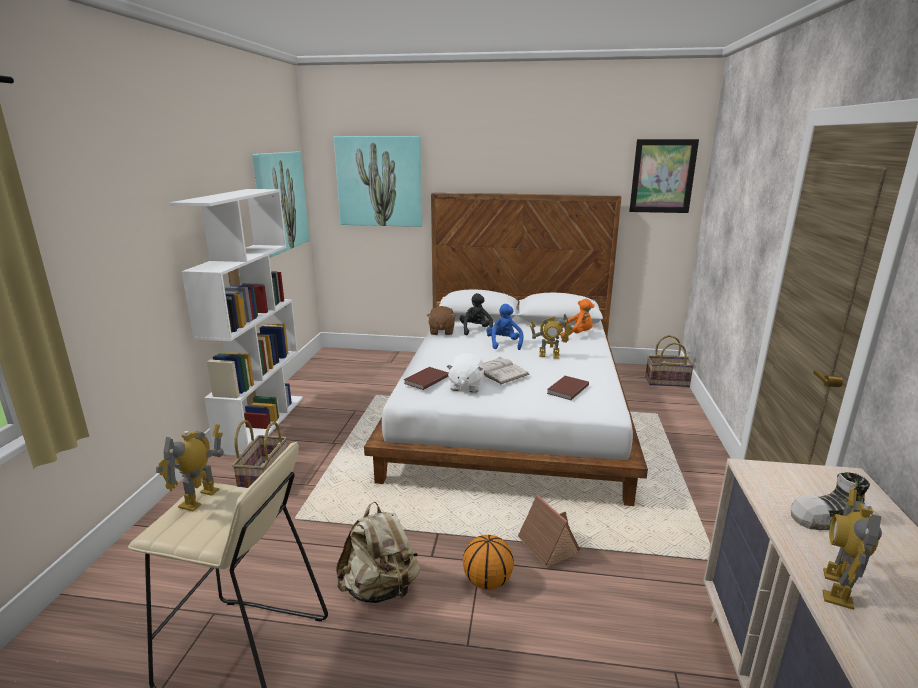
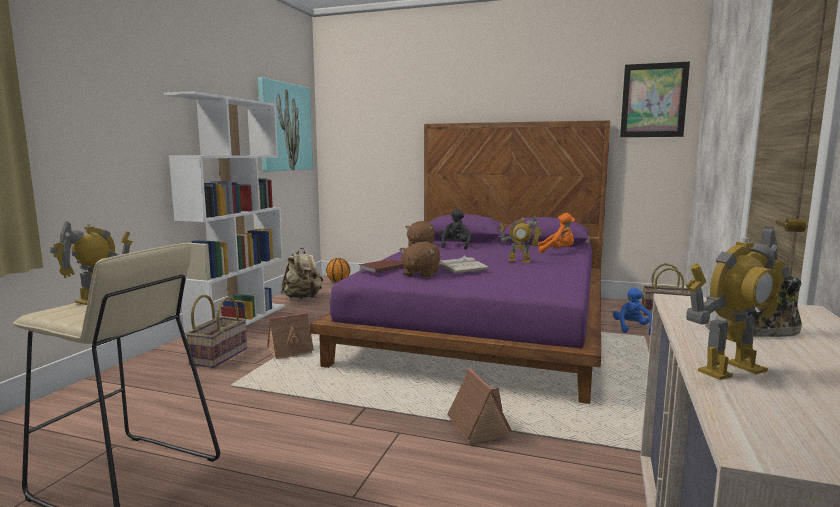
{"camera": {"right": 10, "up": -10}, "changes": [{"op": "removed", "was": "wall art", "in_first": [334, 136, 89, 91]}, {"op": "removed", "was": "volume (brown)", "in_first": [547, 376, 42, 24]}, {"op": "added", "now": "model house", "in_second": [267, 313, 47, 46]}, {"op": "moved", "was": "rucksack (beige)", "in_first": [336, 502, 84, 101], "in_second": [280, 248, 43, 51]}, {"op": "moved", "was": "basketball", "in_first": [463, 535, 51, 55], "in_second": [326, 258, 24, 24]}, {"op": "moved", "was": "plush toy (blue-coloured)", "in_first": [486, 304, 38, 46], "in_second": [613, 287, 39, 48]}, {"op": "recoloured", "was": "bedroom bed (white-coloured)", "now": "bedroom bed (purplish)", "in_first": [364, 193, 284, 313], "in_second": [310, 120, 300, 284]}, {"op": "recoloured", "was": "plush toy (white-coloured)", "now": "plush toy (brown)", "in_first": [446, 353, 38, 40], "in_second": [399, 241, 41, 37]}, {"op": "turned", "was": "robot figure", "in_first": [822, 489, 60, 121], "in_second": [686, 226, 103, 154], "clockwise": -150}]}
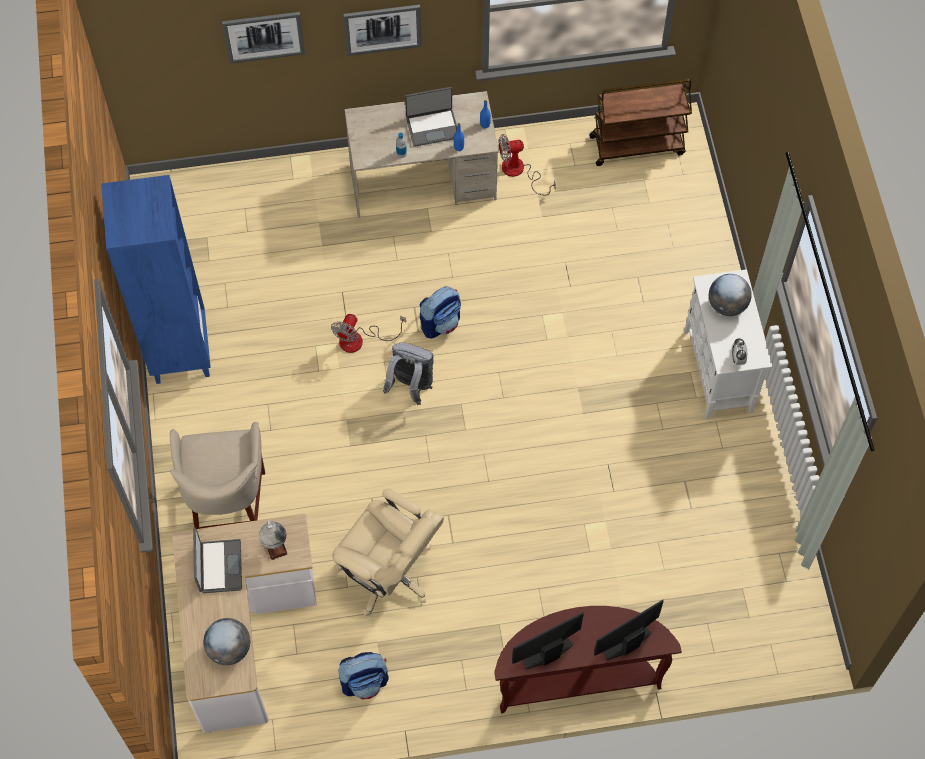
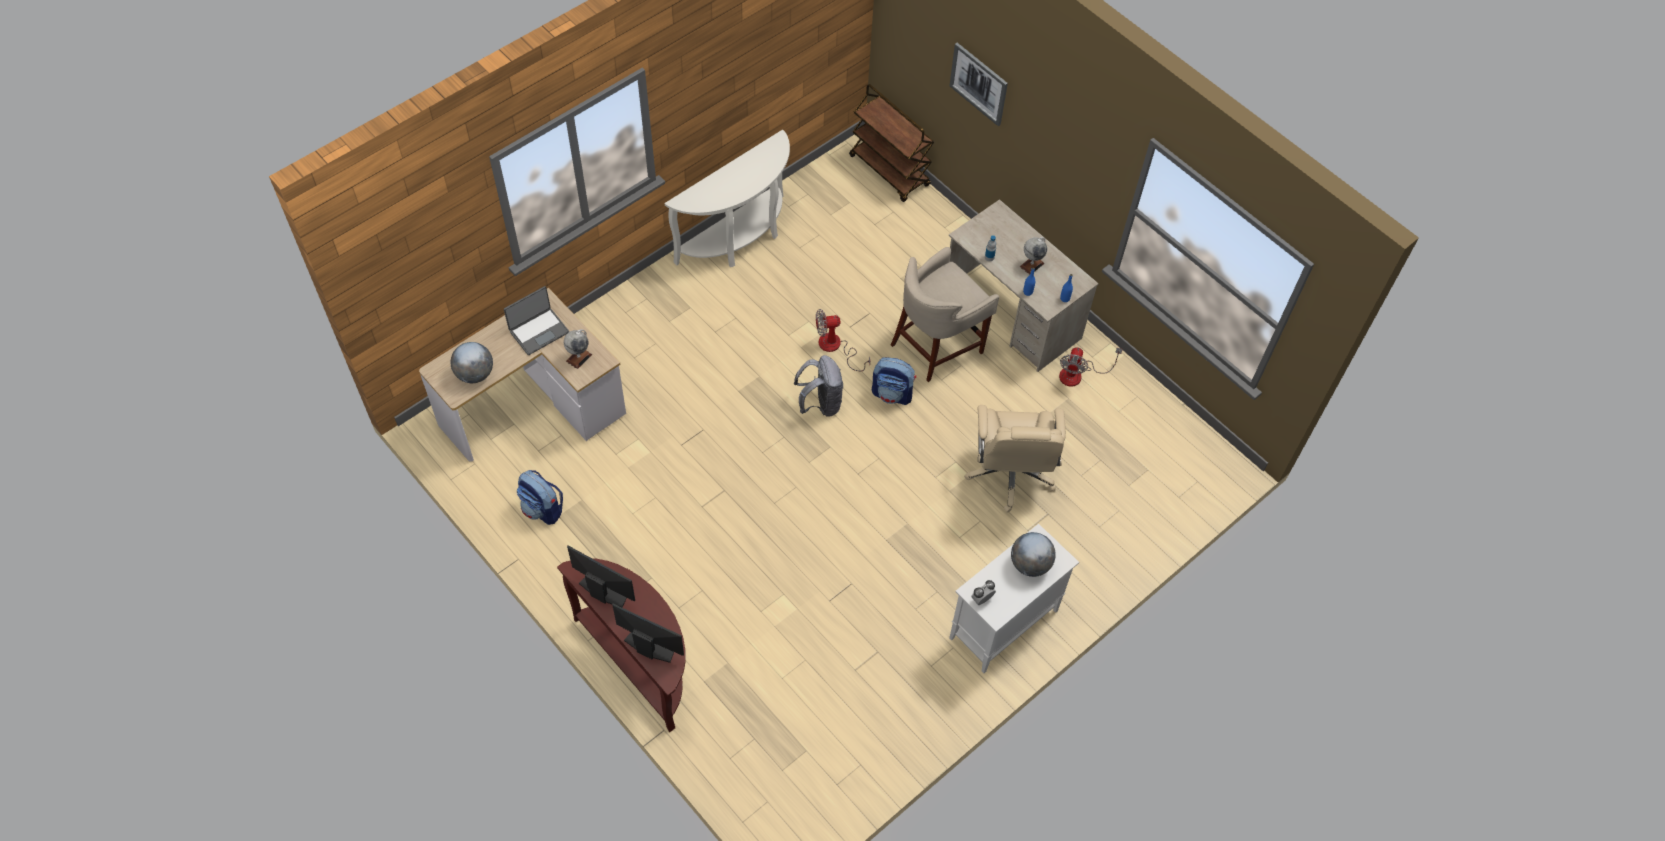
{"camera": {"right": 55, "up": -5}, "changes": [{"op": "removed", "was": "wall art", "in_first": [343, 5, 79, 51]}, {"op": "moved", "was": "stool seat (beige)", "in_first": [170, 422, 95, 107], "in_second": [891, 247, 108, 135]}, {"op": "moved", "was": "computer chair (beige)", "in_first": [333, 488, 111, 128], "in_second": [964, 405, 102, 108]}, {"op": "moved", "was": "trolley (brown)", "in_first": [590, 79, 102, 87], "in_second": [849, 84, 85, 118]}, {"op": "replaced", "was": "bookcase (blue-coloured)", "now": "narrow table (white-coloured)", "in_first": [101, 175, 110, 209], "in_second": [665, 130, 125, 137]}, {"op": "replaced", "was": "laptop", "now": "world globe", "in_first": [405, 87, 52, 60], "in_second": [1020, 237, 27, 37]}, {"op": "turned", "was": "electric fan", "in_first": [498, 134, 58, 61], "in_second": [1059, 347, 64, 40], "clockwise": -120}]}
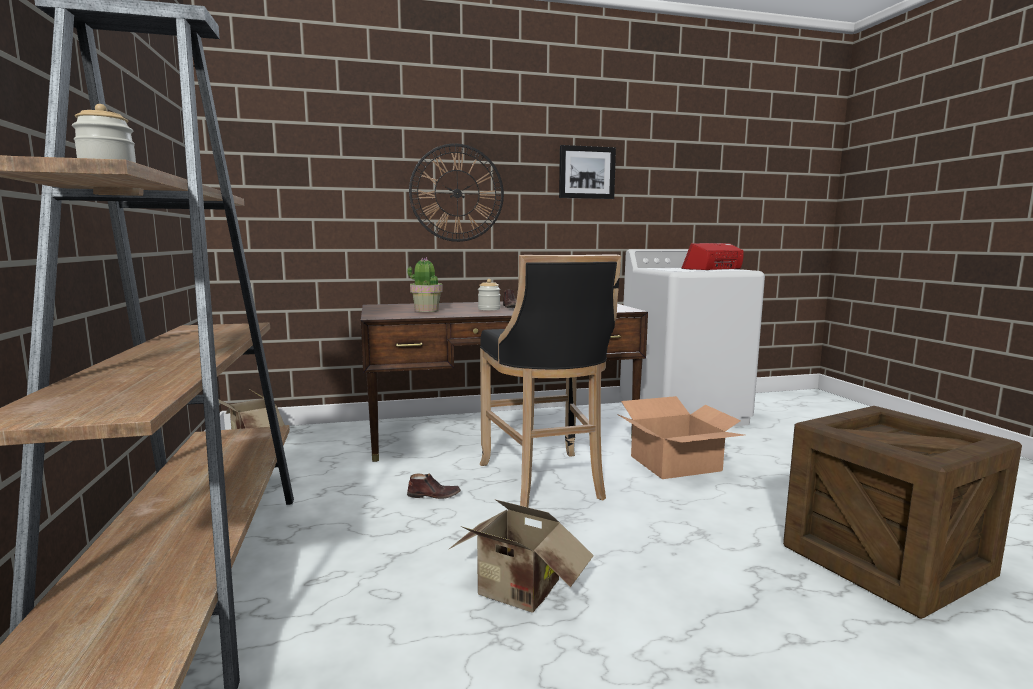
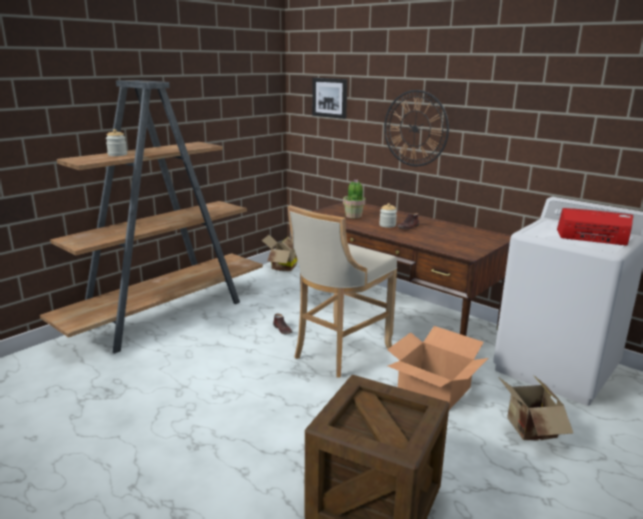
{"camera": {"right": 55, "up": 10}, "changes": [{"op": "moved", "was": "carton", "in_first": [448, 499, 146, 114], "in_second": [498, 374, 75, 66]}, {"op": "moved", "was": "wall art", "in_first": [559, 145, 57, 54], "in_second": [312, 78, 35, 41]}, {"op": "recoloured", "was": "stool seat (black)", "now": "stool seat (beige)", "in_first": [480, 255, 142, 252], "in_second": [287, 205, 110, 173]}]}
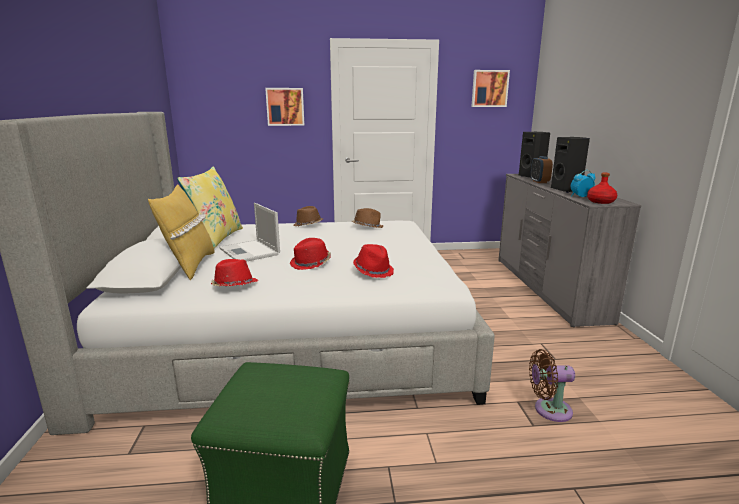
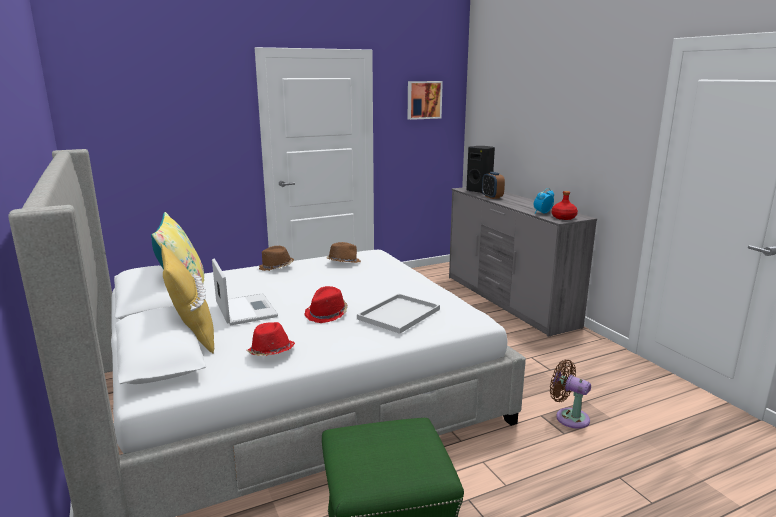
{"camera": {"right": -20, "up": 0}, "changes": [{"op": "removed", "was": "wall art", "in_first": [265, 88, 39, 38]}, {"op": "removed", "was": "loudspeaker (black)", "in_first": [551, 137, 39, 56]}, {"op": "replaced", "was": "hat (red)", "now": "serving tray (white-coloured)", "in_first": [353, 244, 41, 34], "in_second": [357, 293, 83, 41]}, {"op": "turned", "was": "laptop", "in_first": [219, 203, 61, 59], "in_second": [212, 258, 66, 68], "clockwise": -150}, {"op": "turned", "was": "electric fan (brown)", "in_first": [529, 349, 46, 73], "in_second": [550, 360, 41, 69], "clockwise": 60}]}
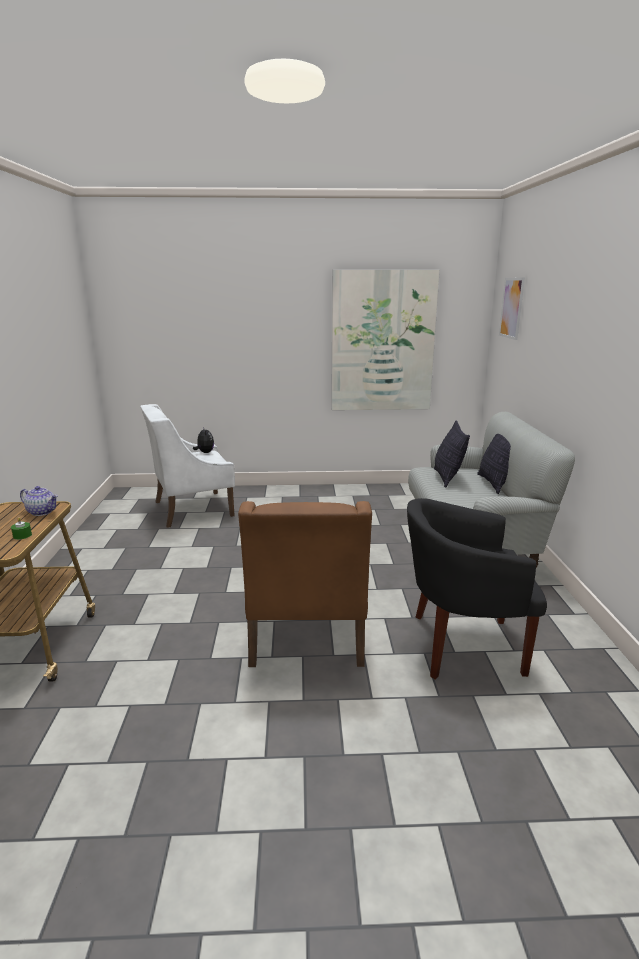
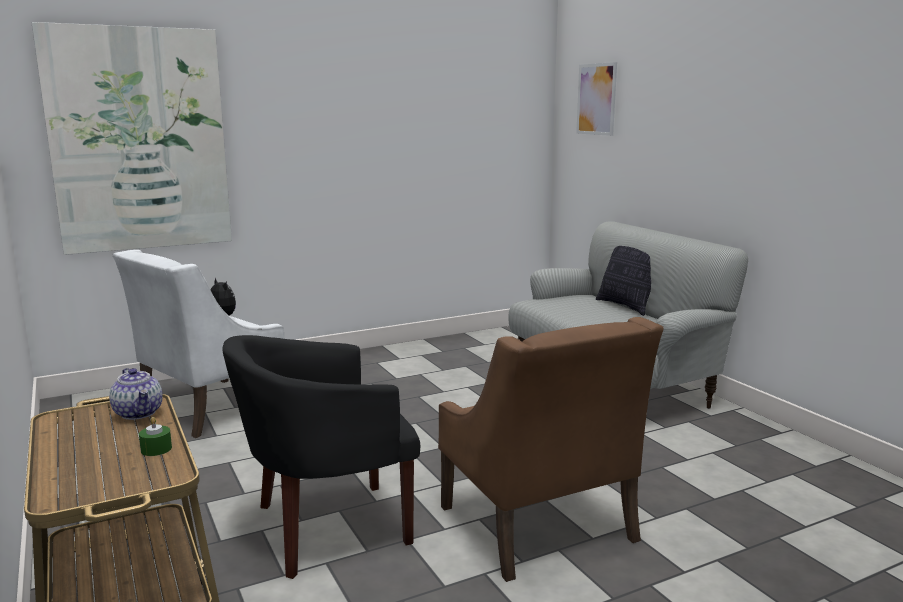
{"camera": {"right": -25, "up": -5}, "changes": [{"op": "removed", "was": "throw pillow", "in_first": [434, 420, 36, 68]}, {"op": "moved", "was": "wall art", "in_first": [331, 269, 109, 141], "in_second": [31, 22, 201, 233]}, {"op": "moved", "was": "armchair (black)", "in_first": [407, 498, 140, 181], "in_second": [223, 335, 197, 244]}, {"op": "turned", "was": "tea pot", "in_first": [20, 486, 38, 30], "in_second": [109, 368, 54, 52], "clockwise": 60}]}
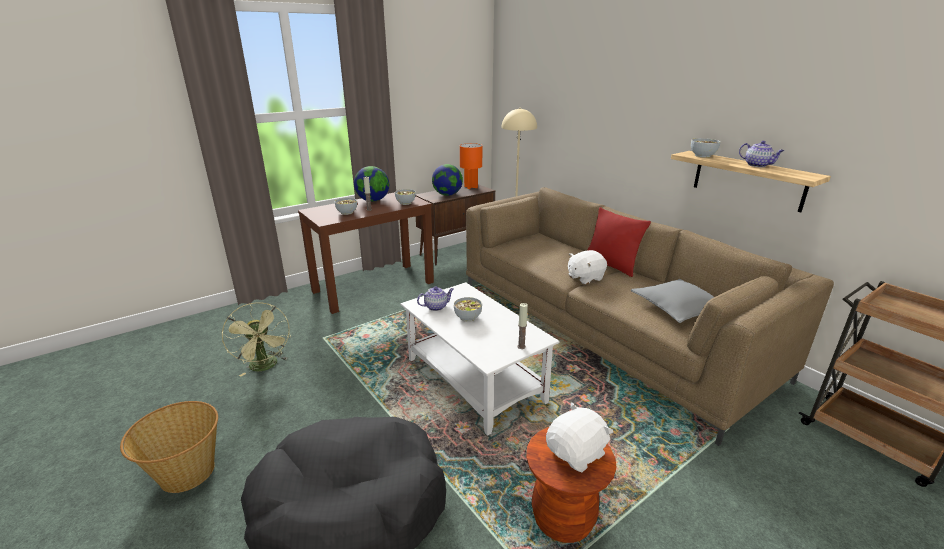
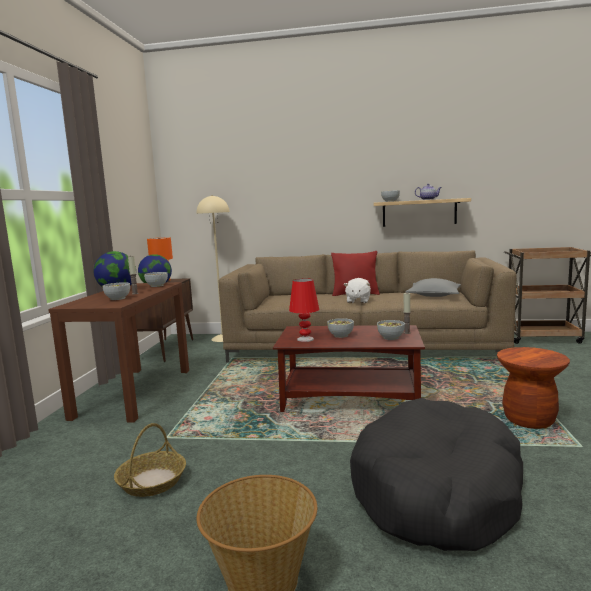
{"camera": {"right": -45, "up": -15}, "changes": [{"op": "removed", "was": "plush toy (white-coloured)", "in_first": [546, 403, 67, 69]}, {"op": "added", "now": "deep dish", "in_second": [377, 320, 28, 20]}, {"op": "replaced", "was": "electric fan (green-coloured)", "now": "storage basket", "in_first": [222, 302, 69, 75], "in_second": [114, 423, 72, 74]}, {"op": "replaced", "was": "tea pot", "now": "lamp for a table (red)", "in_first": [417, 287, 37, 24], "in_second": [289, 278, 30, 64]}, {"op": "recoloured", "was": "coffee table (white-coloured)", "now": "coffee table (brown)", "in_first": [400, 282, 160, 154], "in_second": [273, 325, 152, 87]}]}
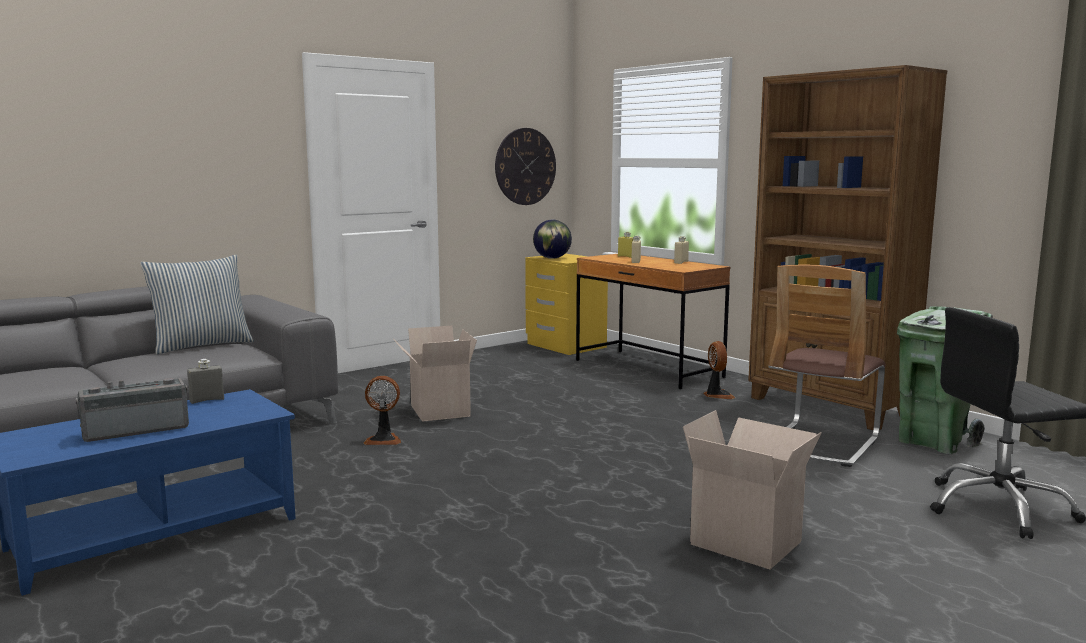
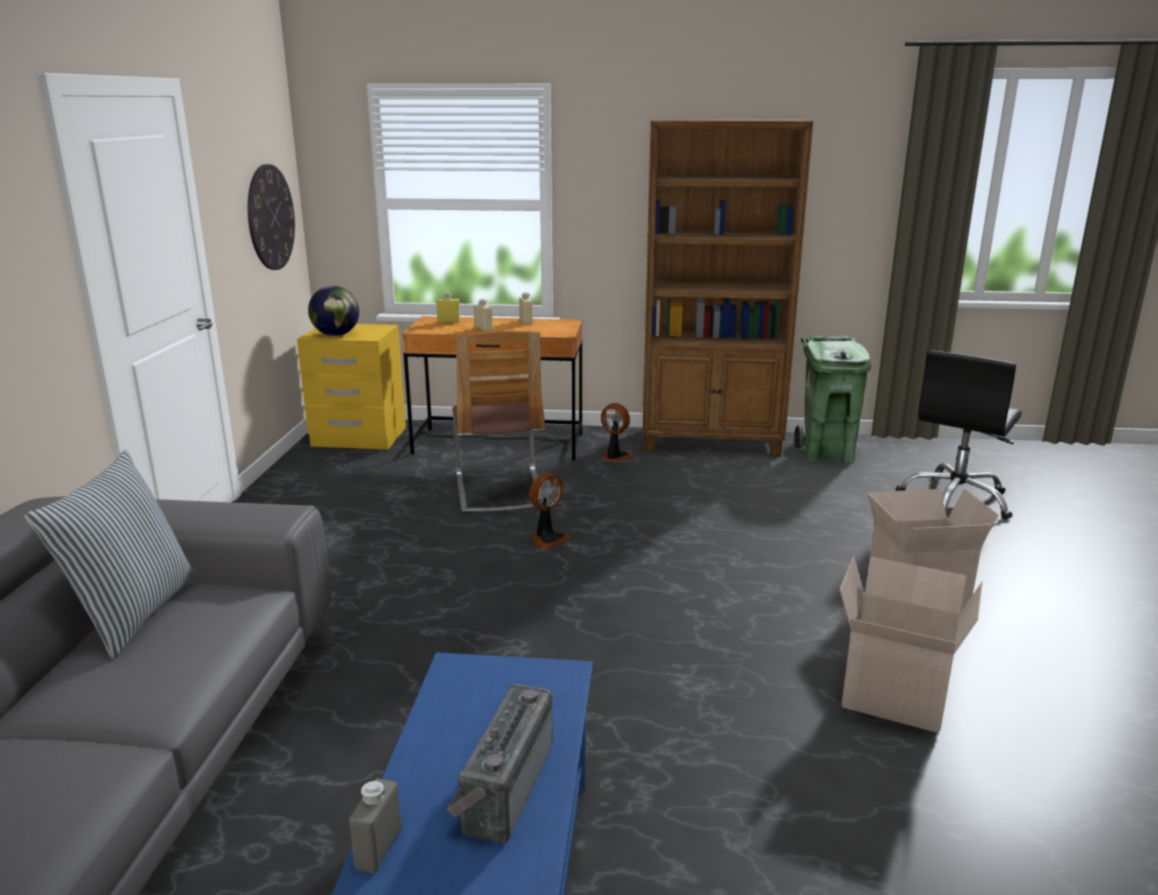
{"camera": {"right": -45, "up": 10}, "changes": [{"op": "moved", "was": "beverage bottle (greyish)", "in_first": [187, 359, 37, 45], "in_second": [349, 778, 53, 96]}, {"op": "moved", "was": "electric fan", "in_first": [364, 376, 37, 69], "in_second": [529, 473, 43, 77]}, {"op": "moved", "was": "carton", "in_first": [394, 326, 83, 96], "in_second": [840, 556, 143, 177]}, {"op": "moved", "was": "plain chair", "in_first": [768, 265, 118, 202], "in_second": [452, 331, 93, 183]}]}
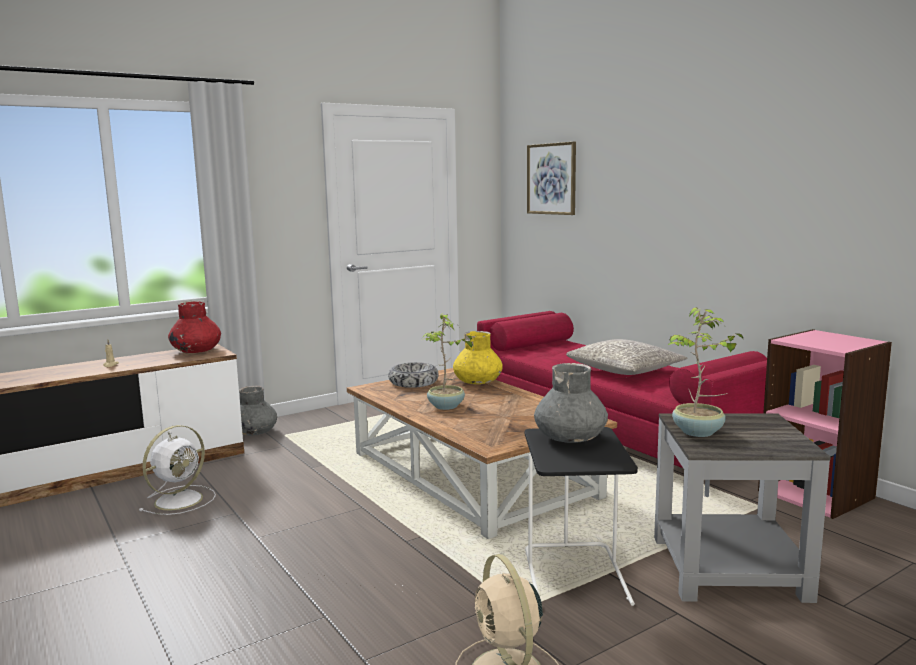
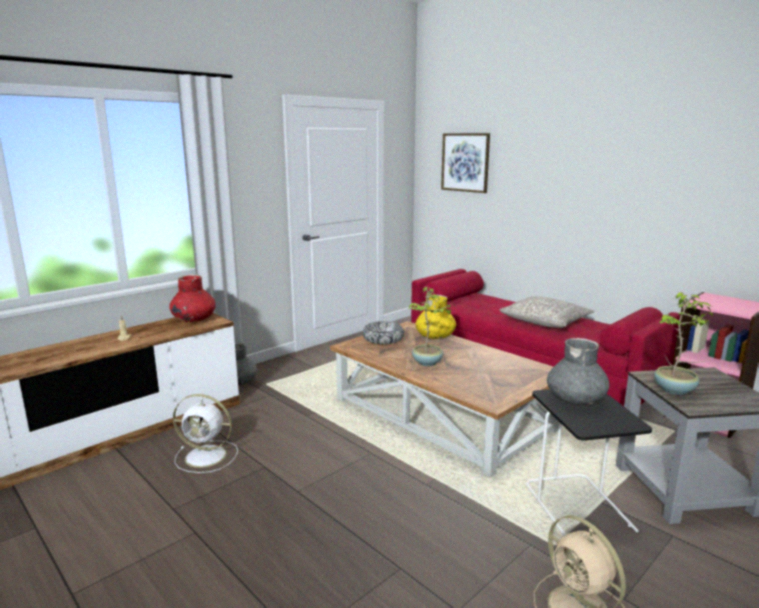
{"camera": {"right": -10, "up": 5}, "changes": [{"op": "turned", "was": "electric fan (white-coloured)", "in_first": [139, 425, 77, 90], "in_second": [173, 394, 65, 79], "clockwise": 75}]}
